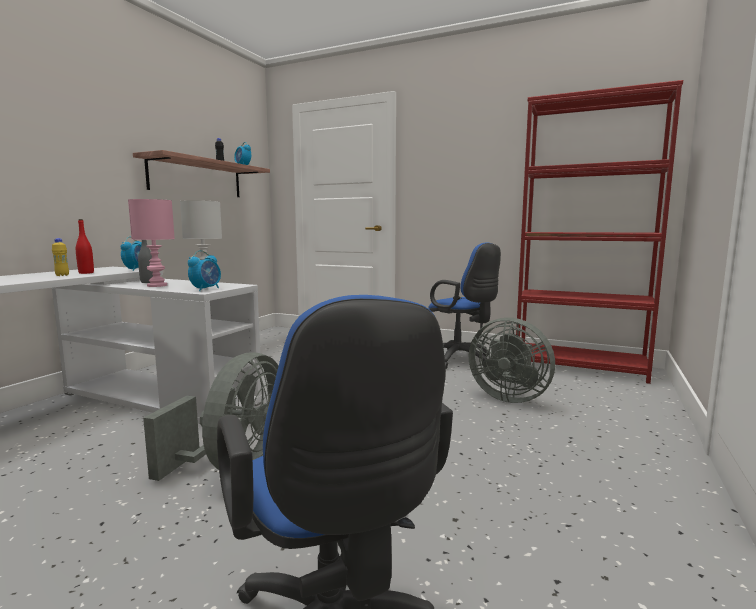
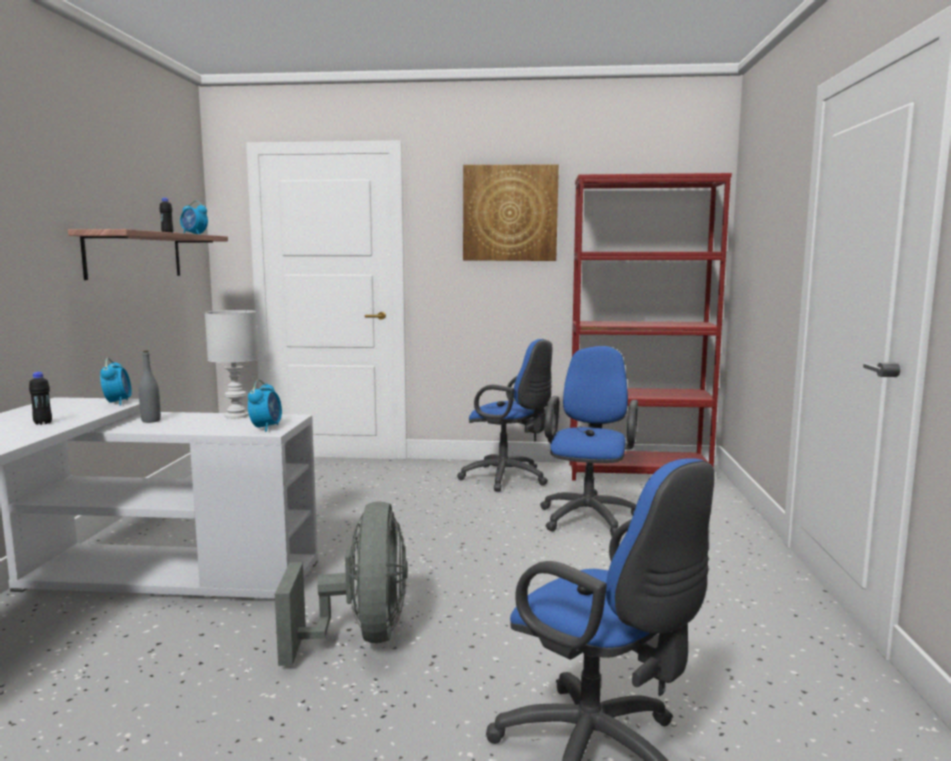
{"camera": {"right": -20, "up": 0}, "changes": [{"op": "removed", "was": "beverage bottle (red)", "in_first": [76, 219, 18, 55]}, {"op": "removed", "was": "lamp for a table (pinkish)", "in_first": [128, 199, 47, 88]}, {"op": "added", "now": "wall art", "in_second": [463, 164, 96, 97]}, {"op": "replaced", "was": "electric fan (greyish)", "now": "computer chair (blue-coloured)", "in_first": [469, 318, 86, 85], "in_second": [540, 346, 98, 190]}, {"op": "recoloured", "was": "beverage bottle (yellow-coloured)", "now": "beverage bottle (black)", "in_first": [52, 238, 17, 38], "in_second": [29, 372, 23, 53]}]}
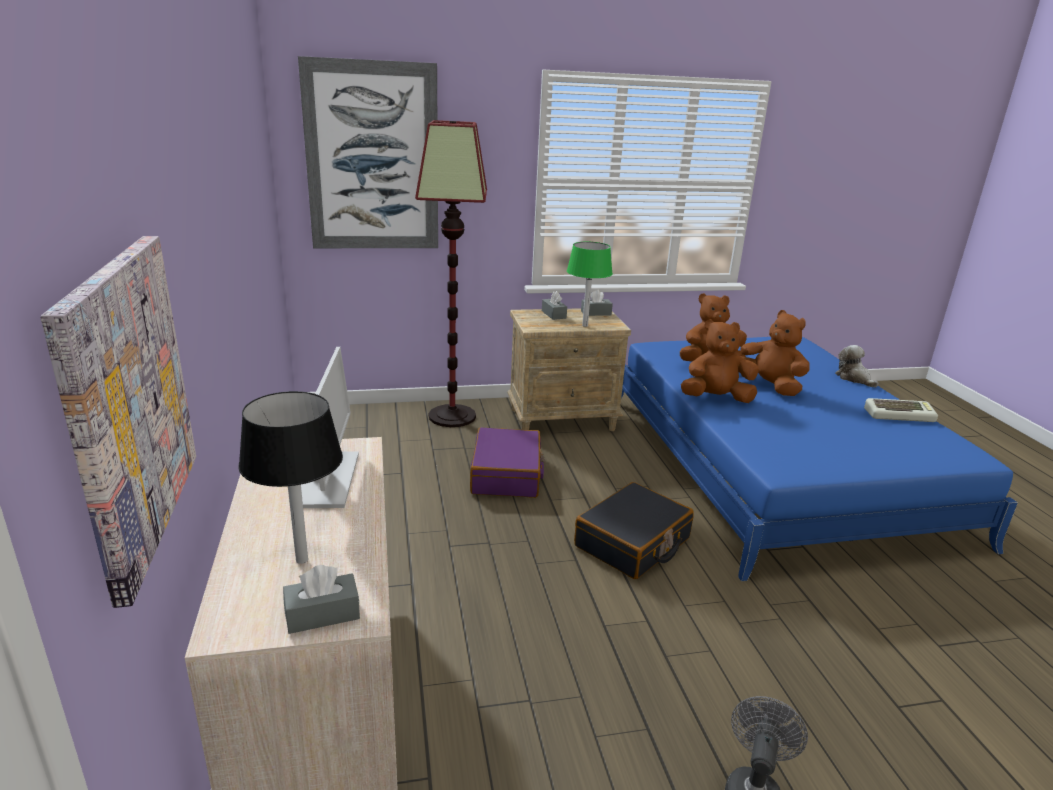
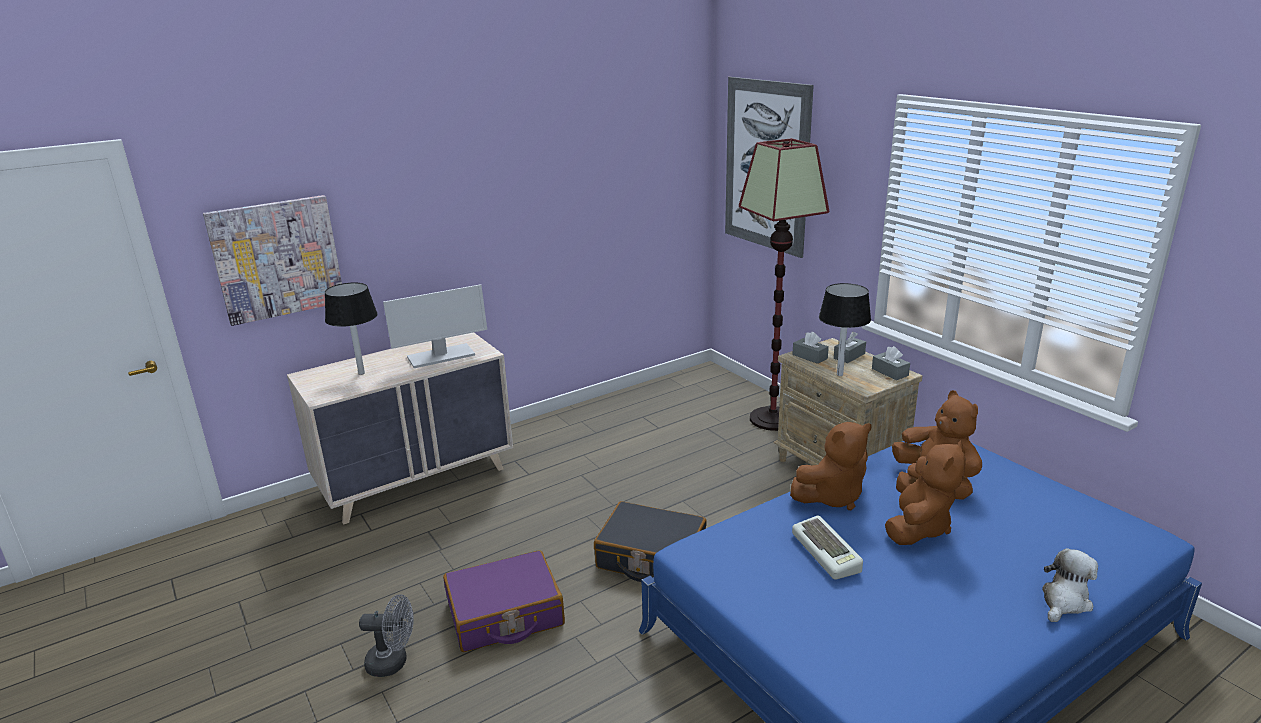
{"camera": {"right": 70, "up": 0}, "changes": [{"op": "moved", "was": "tissue holder (greyish)", "in_first": [283, 565, 77, 69], "in_second": [792, 332, 37, 32]}, {"op": "moved", "was": "piece of luggage (purplish)", "in_first": [470, 427, 75, 71], "in_second": [443, 550, 122, 102]}, {"op": "moved", "was": "keyboard", "in_first": [864, 398, 74, 24], "in_second": [792, 516, 71, 64]}, {"op": "recoloured", "was": "lamp for a table (green-coloured)", "now": "lamp for a table (black)", "in_first": [567, 242, 46, 85], "in_second": [819, 283, 52, 93]}, {"op": "turned", "was": "plush toy (brown)", "in_first": [681, 319, 78, 84], "in_second": [790, 422, 82, 88], "clockwise": 90}]}
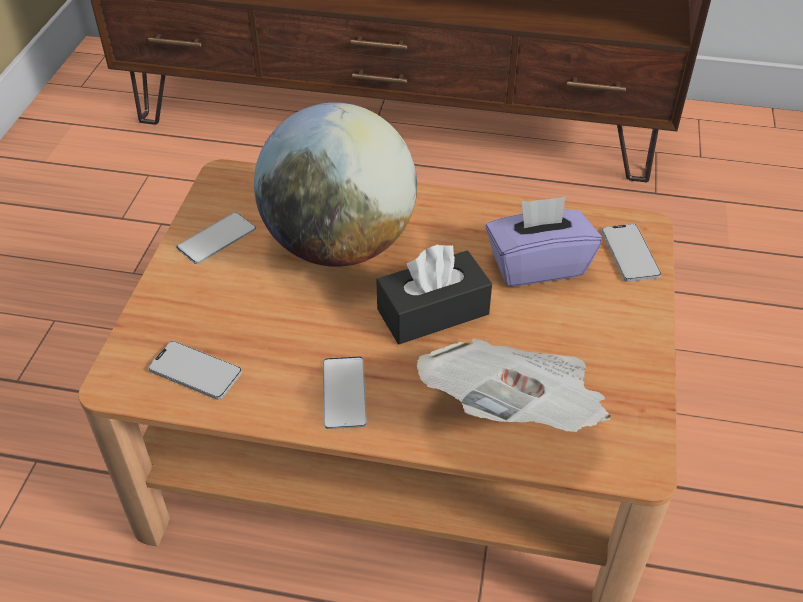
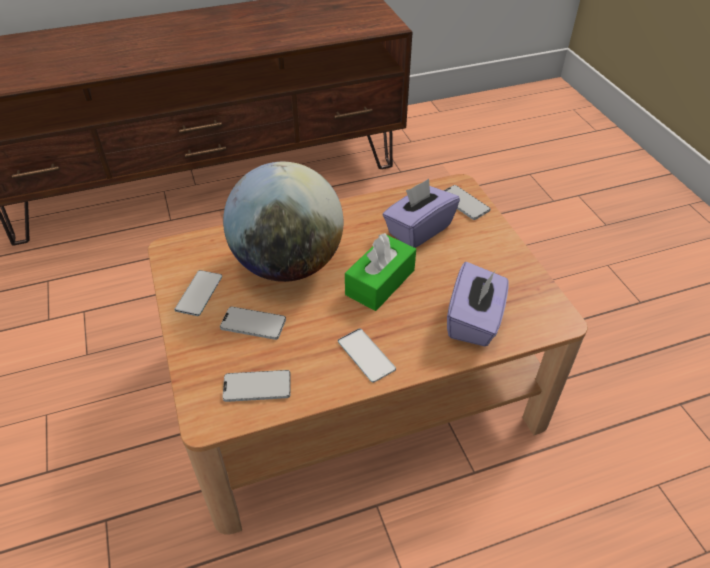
{"camera": {"right": -30, "up": 0}, "changes": [{"op": "added", "now": "phone", "in_second": [220, 307, 66, 33]}, {"op": "replaced", "was": "newspaper", "now": "tissue holder (purplish)", "in_first": [416, 338, 195, 94], "in_second": [447, 262, 62, 84]}, {"op": "recoloured", "was": "tissue holder (black)", "now": "tissue holder (green-coloured)", "in_first": [376, 244, 116, 100], "in_second": [345, 233, 71, 78]}]}
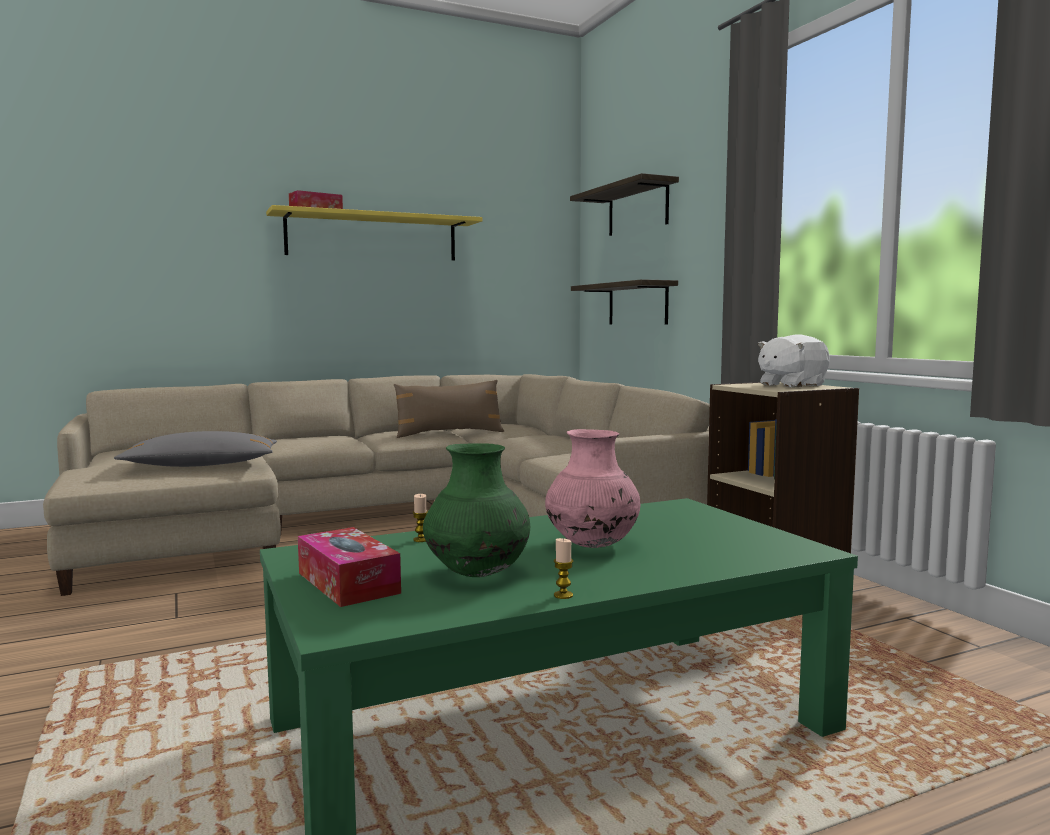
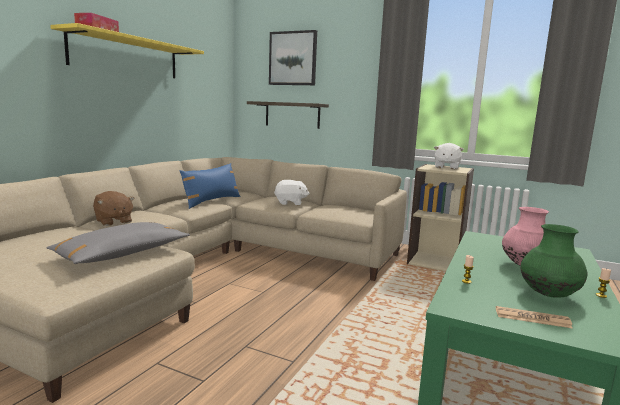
{"camera": {"right": -40, "up": 5}, "changes": [{"op": "added", "now": "plush toy (brown)", "in_second": [93, 191, 41, 35]}, {"op": "added", "now": "plush toy (white-coloured)", "in_second": [274, 180, 36, 25]}, {"op": "replaced", "was": "tissue holder", "now": "newspaper", "in_first": [298, 527, 103, 80], "in_second": [496, 306, 77, 23]}, {"op": "replaced", "was": "bracket shelf", "now": "wall art", "in_first": [570, 173, 109, 63], "in_second": [269, 30, 48, 55]}, {"op": "recoloured", "was": "throw pillow (brown)", "now": "throw pillow (blue-coloured)", "in_first": [394, 380, 110, 58], "in_second": [180, 163, 60, 46]}]}
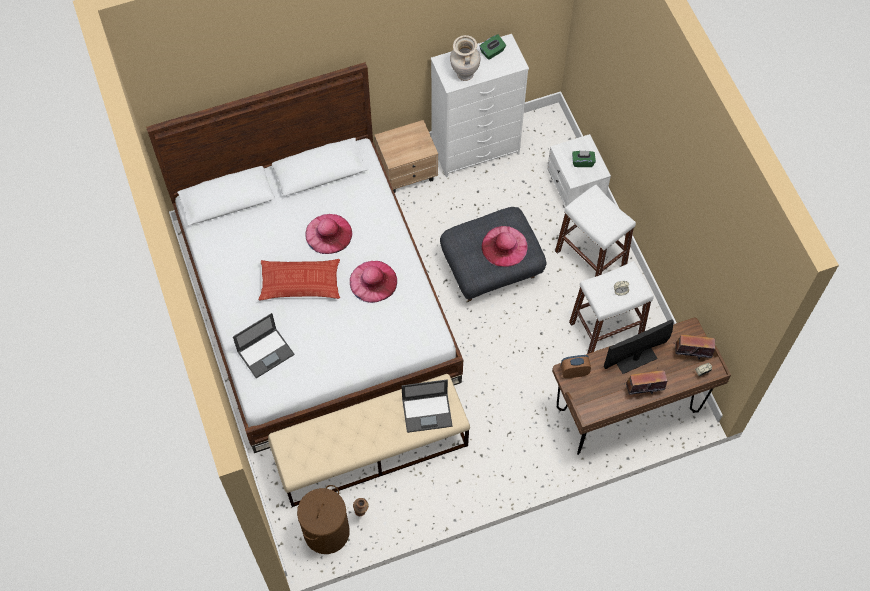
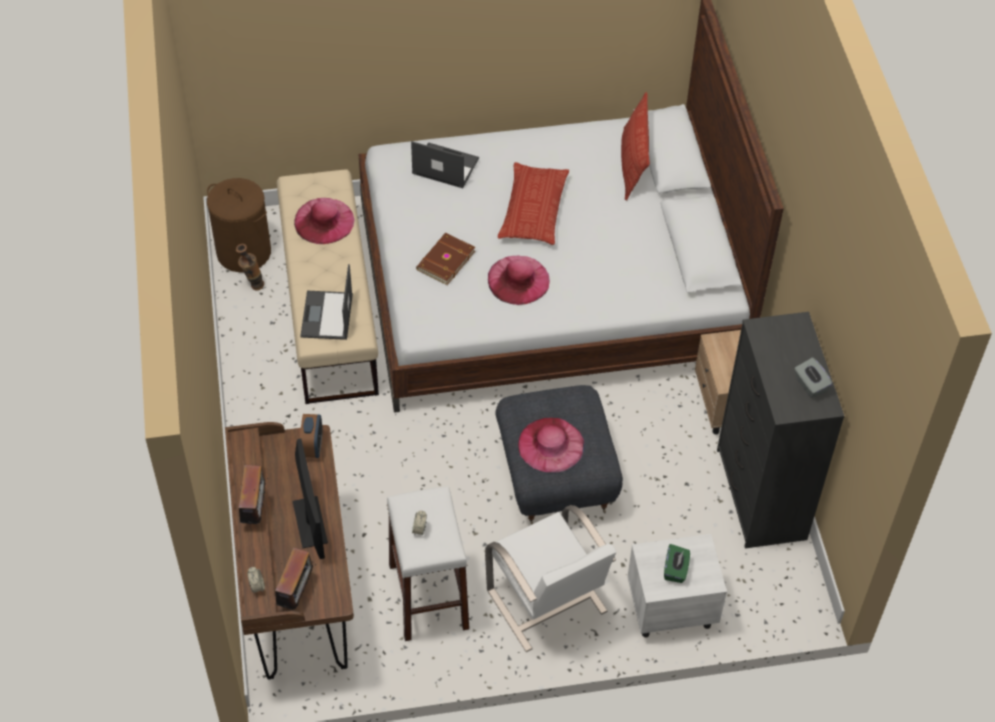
{"camera": {"right": 100, "up": -10}, "changes": [{"op": "removed", "was": "decorative vase (beige)", "in_first": [450, 35, 30, 46]}, {"op": "added", "now": "volume (brown)", "in_second": [416, 233, 59, 52]}, {"op": "added", "now": "throw pillow", "in_second": [621, 92, 29, 109]}, {"op": "moved", "was": "hat (pinkish)", "in_first": [305, 214, 47, 40], "in_second": [294, 198, 61, 46]}, {"op": "replaced", "was": "stool seat (white-coloured)", "now": "plain chair (white-coloured)", "in_first": [555, 185, 81, 92], "in_second": [485, 505, 131, 147]}, {"op": "recoloured", "was": "chest of drawers (white-coloured)", "now": "chest of drawers (black)", "in_first": [431, 34, 98, 143], "in_second": [717, 312, 128, 236]}, {"op": "recoloured", "was": "tissue holder (green-coloured)", "now": "tissue holder (greyish)", "in_first": [479, 34, 27, 26], "in_second": [794, 357, 38, 41]}, {"op": "turned", "was": "laptop", "in_first": [233, 313, 61, 65], "in_second": [411, 141, 68, 47], "clockwise": 135}]}
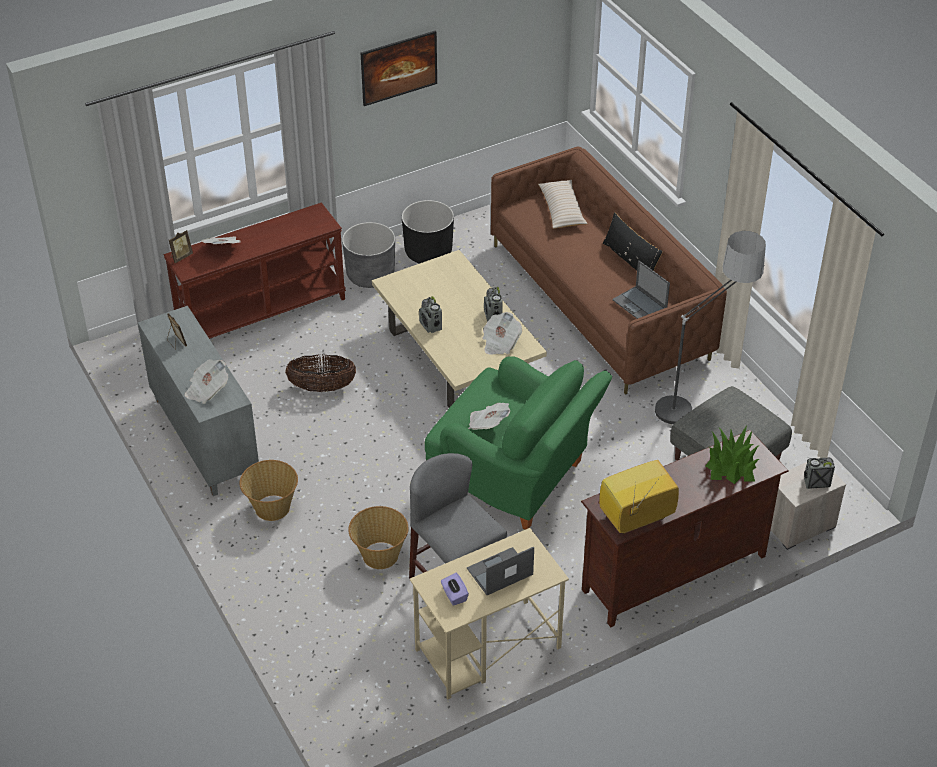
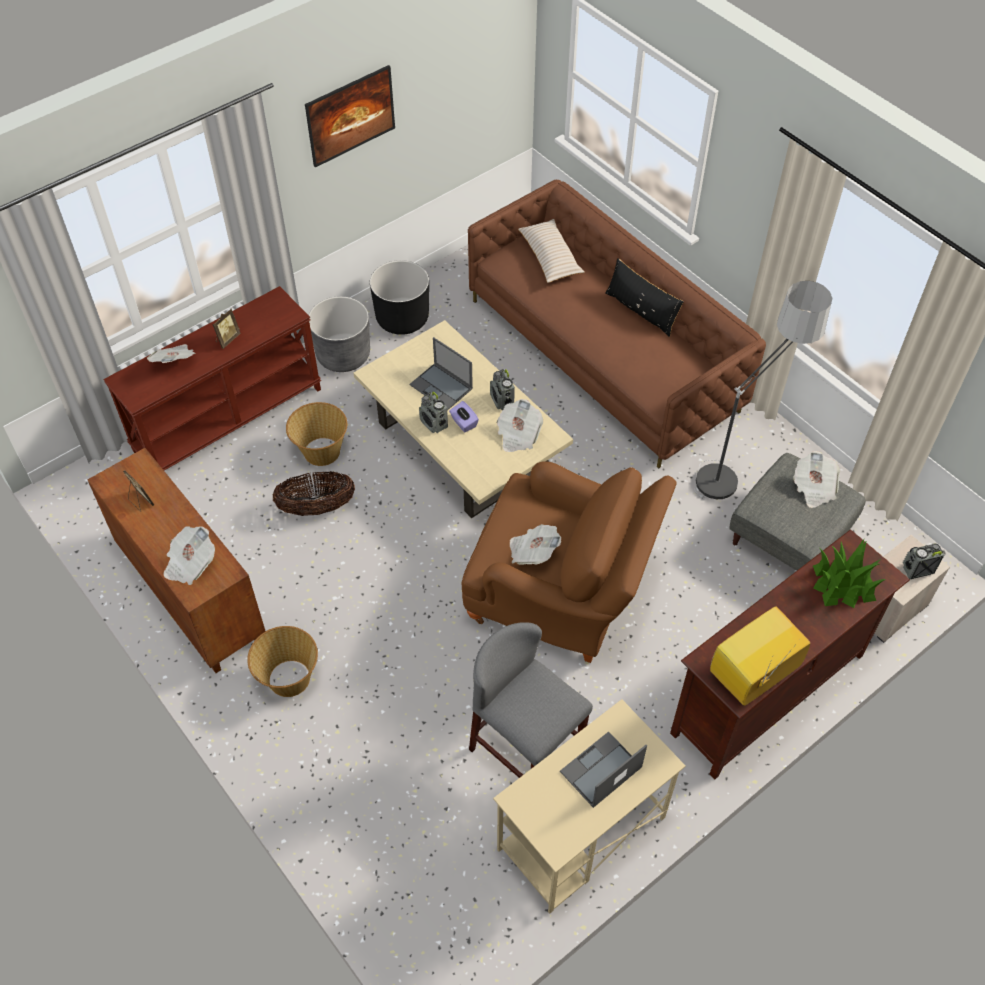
{"camera": {"right": -10, "up": 10}, "changes": [{"op": "added", "now": "newspaper", "in_second": [793, 451, 47, 57]}, {"op": "moved", "was": "photo frame", "in_first": [169, 230, 24, 33], "in_second": [213, 308, 27, 41]}, {"op": "moved", "was": "storage basket", "in_first": [348, 506, 60, 63], "in_second": [286, 402, 61, 64]}, {"op": "moved", "was": "tissue holder (purplish)", "in_first": [441, 573, 28, 33], "in_second": [449, 401, 30, 31]}, {"op": "moved", "was": "laptop", "in_first": [612, 260, 58, 59], "in_second": [410, 337, 63, 73]}, {"op": "recoloured", "was": "cabinet (greyish)", "now": "cabinet (brown)", "in_first": [138, 306, 121, 190], "in_second": [88, 448, 177, 225]}, {"op": "recoloured", "was": "armchair (green-coloured)", "now": "armchair (brown)", "in_first": [425, 356, 187, 174], "in_second": [462, 461, 215, 202]}]}
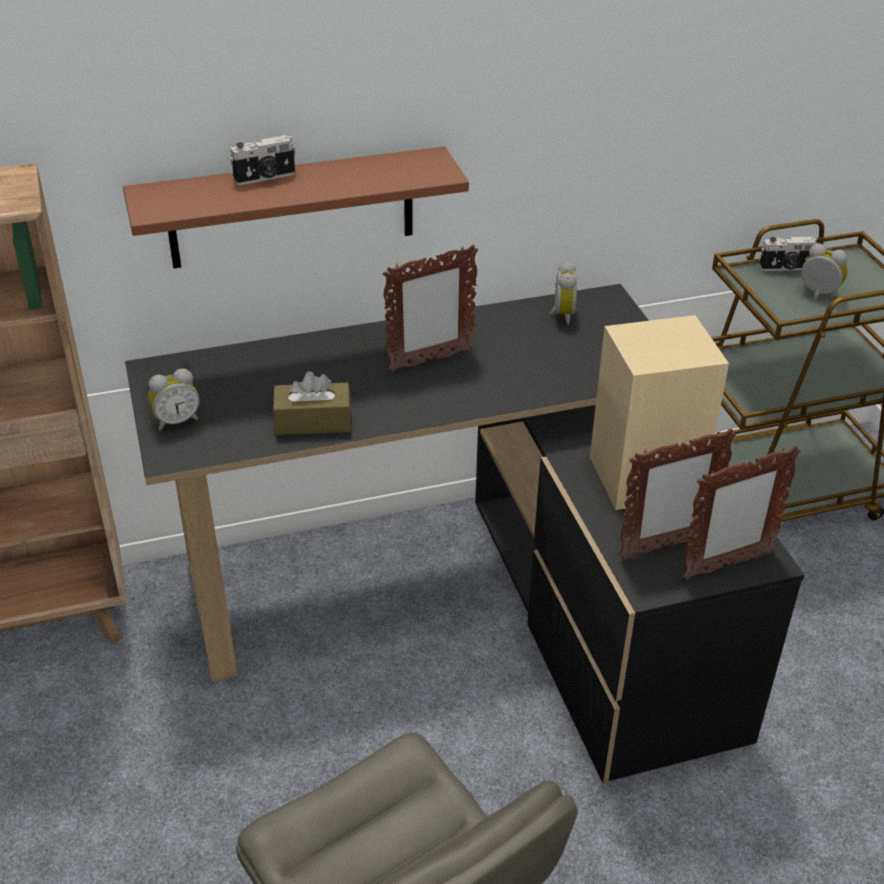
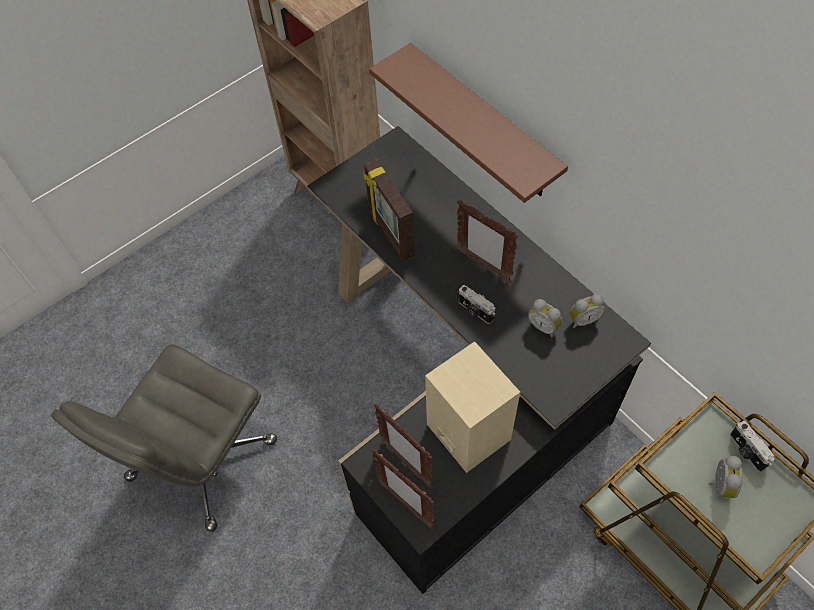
{"camera": {"right": 70, "up": 20}, "changes": [{"op": "moved", "was": "table clock", "in_first": [148, 368, 52, 63], "in_second": [528, 299, 34, 39]}, {"op": "moved", "was": "photo camera", "in_first": [230, 135, 66, 50], "in_second": [459, 285, 36, 39]}, {"op": "replaced", "was": "tissue holder (brown)", "now": "photo frame", "in_first": [273, 371, 78, 64], "in_second": [362, 160, 53, 102]}]}
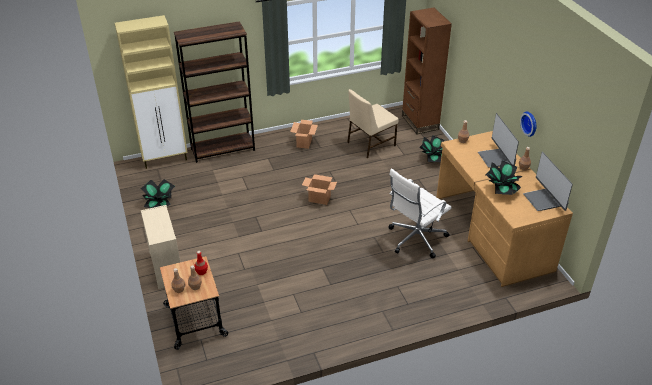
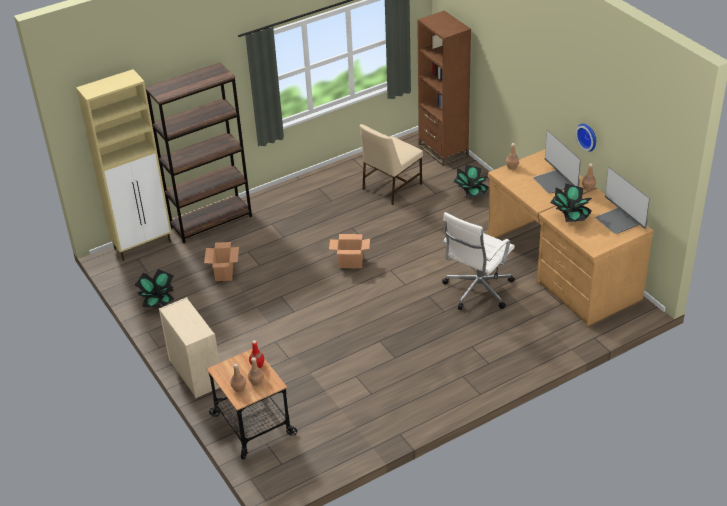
{"camera": {"right": -10, "up": 0}, "changes": [{"op": "moved", "was": "carton", "in_first": [290, 120, 28, 29], "in_second": [204, 242, 35, 39]}]}
